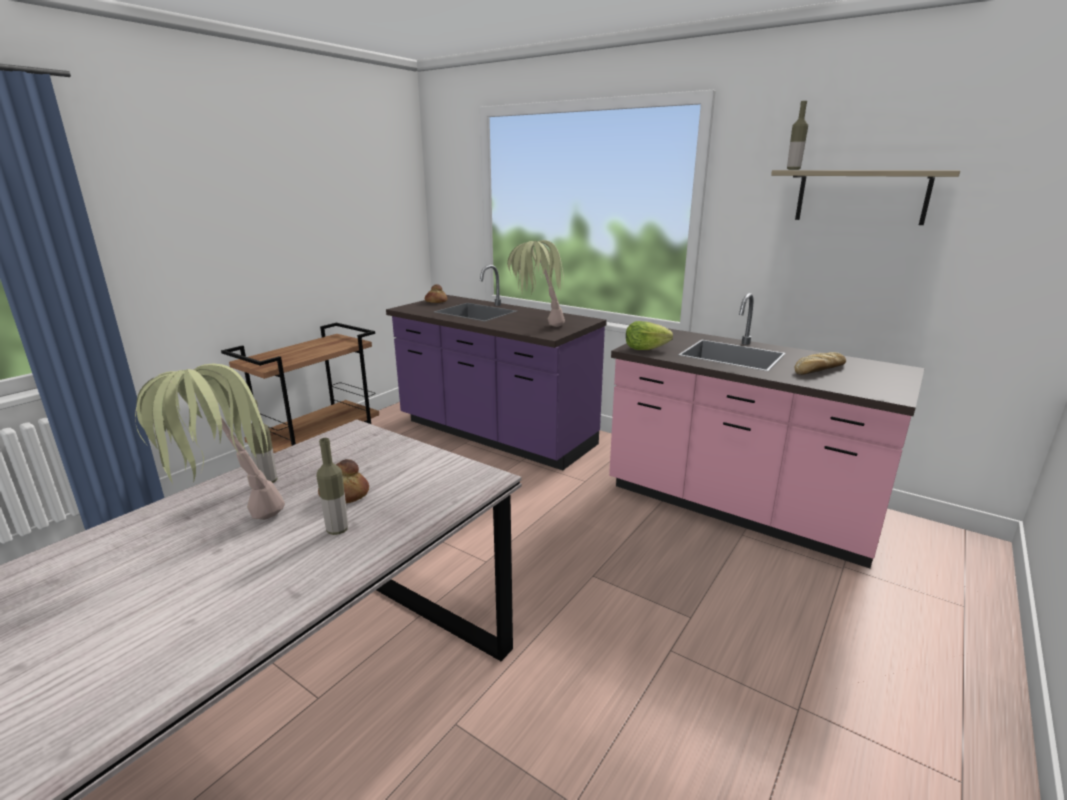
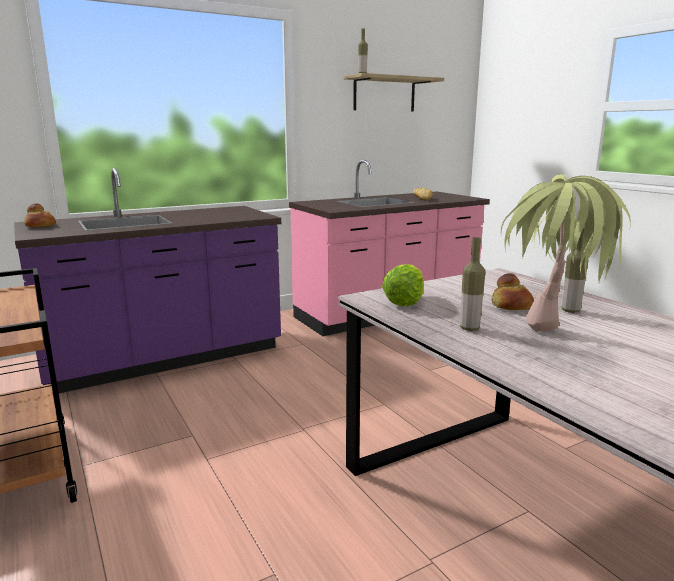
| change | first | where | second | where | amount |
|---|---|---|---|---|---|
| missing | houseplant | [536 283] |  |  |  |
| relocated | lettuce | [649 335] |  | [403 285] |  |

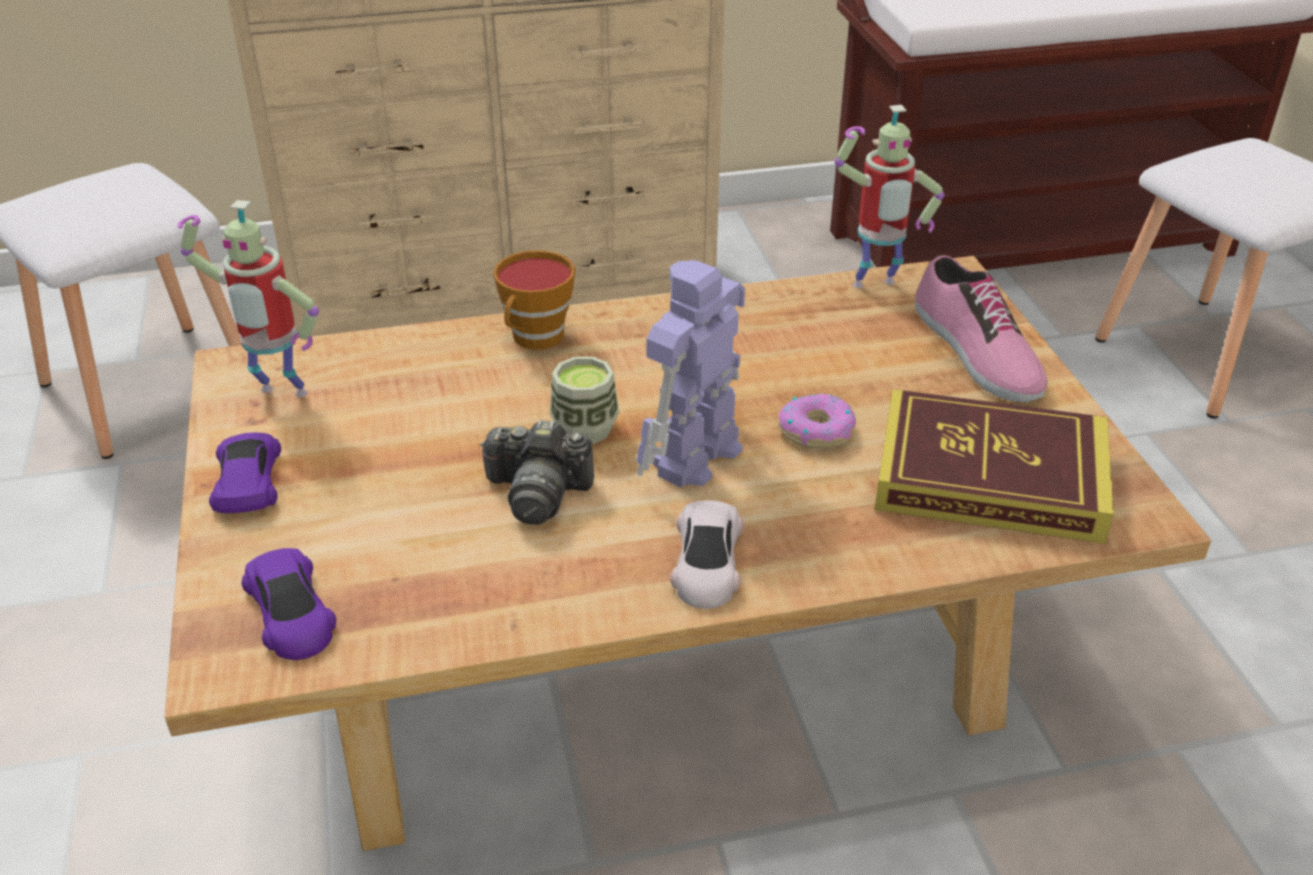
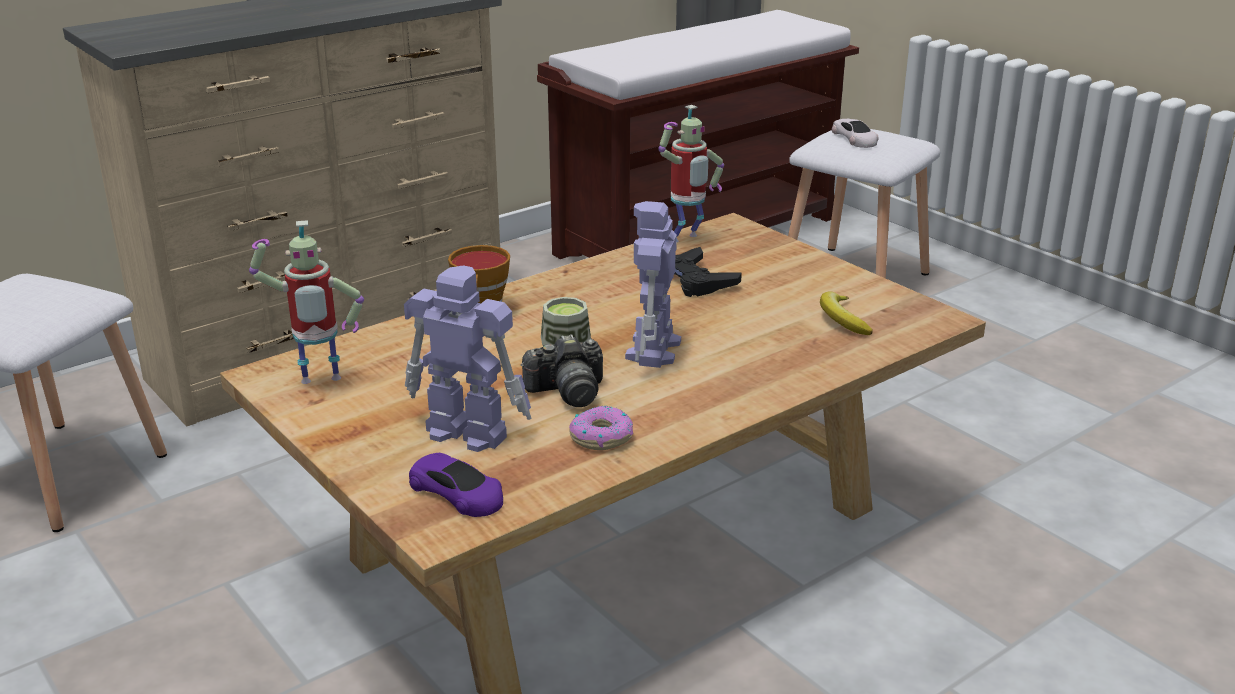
| change | first | where | second | where | amount |
|---|---|---|---|---|---|
| missing | purple toy car | [245 472] |  |  |  |
| missing | low shoe | [981 329] |  |  |  |
| appeared |  |  | robot figure | [467 358] |  |
| appeared |  |  | black joypad | [708 272] |  |
| relocated | white-coloured toy car | [707 554] |  | [855 133] |  |
| relocated | donut | [817 421] |  | [601 428] |  |
| exchanged | bound book | [994 466] | whole banana | [846 313] |  |

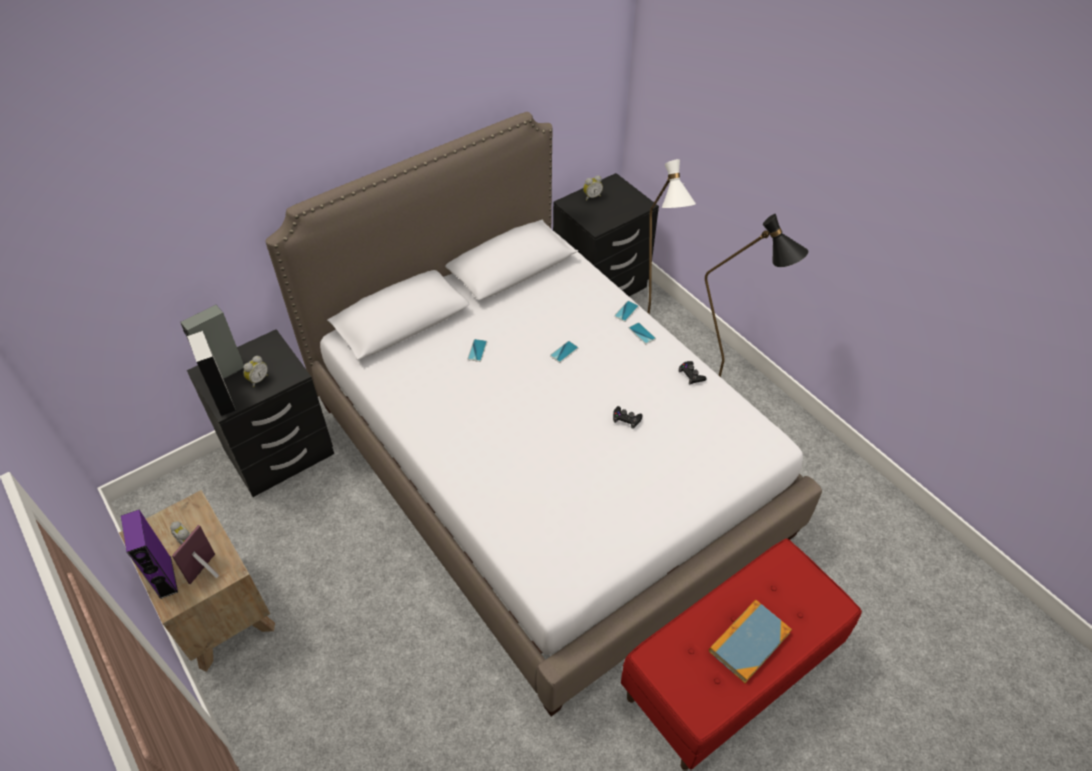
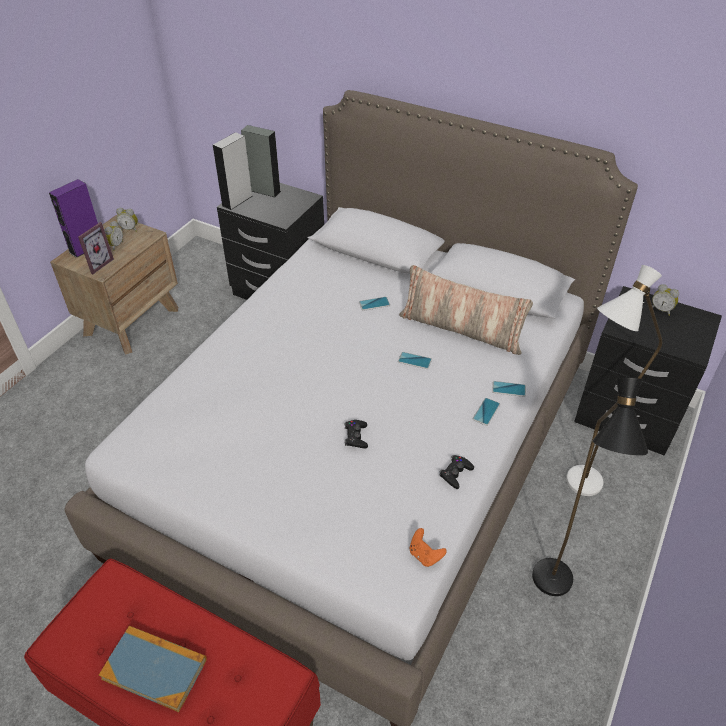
| change | first | where | second | where | amount |
|---|---|---|---|---|---|
| appeared |  |  | pillow | [466 310] |  |
| appeared |  |  | orangey joypad | [428 547] |  |
| relocated | alarm clock | [255 371] |  | [127 220] |  |
| spun | standing frame | [195 554] |  | [96 248] | 120 degrees clockwise |

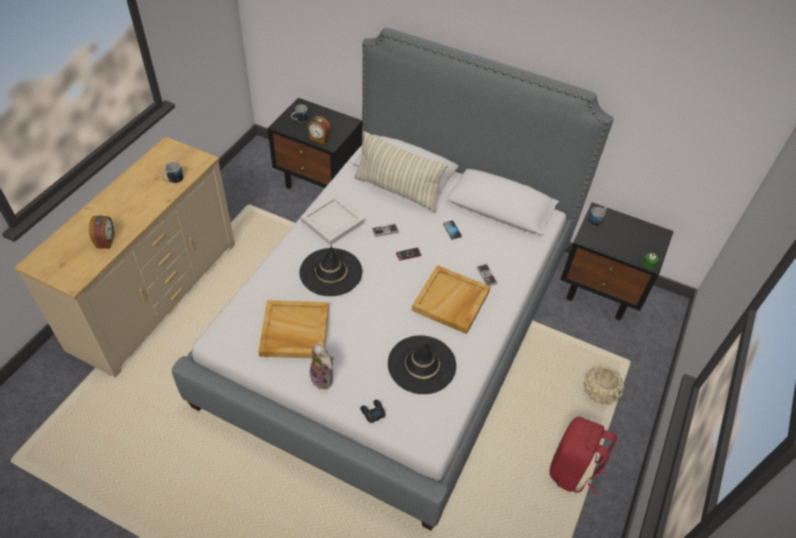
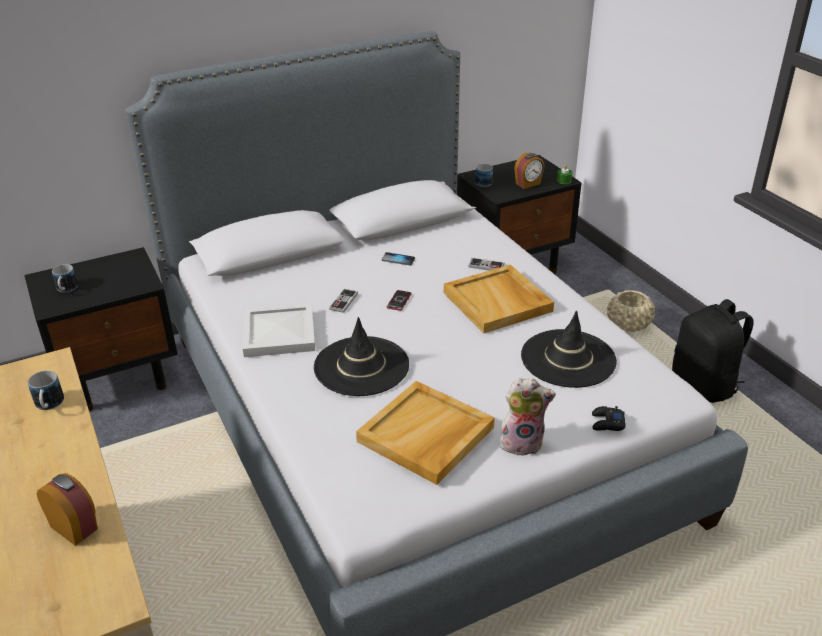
| change | first | where | second | where | amount |
|---|---|---|---|---|---|
| missing | pillow | [401 172] |  |  |  |
| relocated | alarm clock | [319 130] |  | [529 171] |  |
| colour | red rucksack | [583 456] | black rucksack | [712 351] |  |

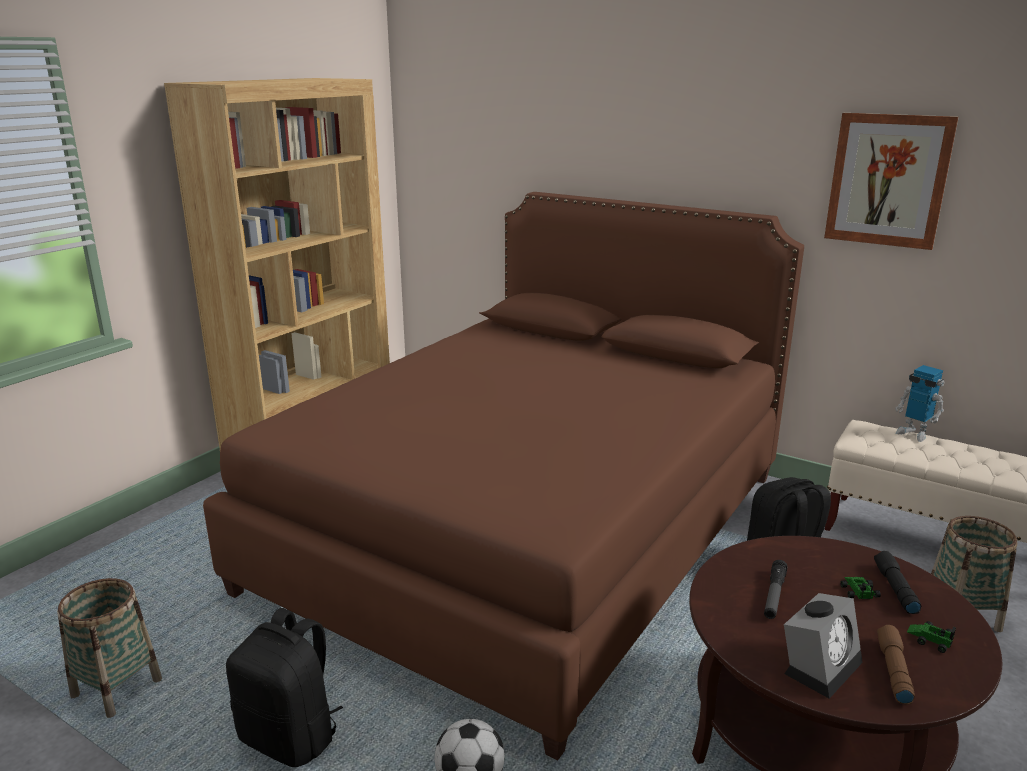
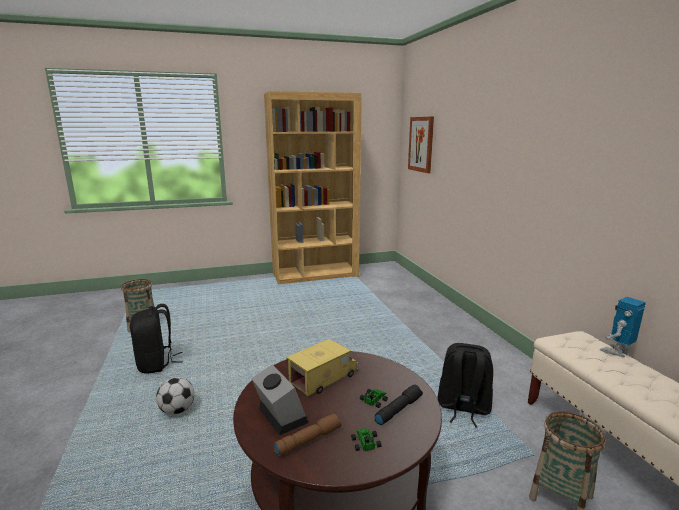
| change | first | where | second | where | amount |
|---|---|---|---|---|---|
| missing | brown sleeping bed | [503 476] |  |  |  |
| relocated | picture | [891 181] |  | [421 144] |  |
| exchanged | torch | [776 589] | toy truck | [322 367] |  |
| spun | alarm clock | [823 646] |  | [279 400] | 120 degrees counterclockwise |
| spun | robot figure | [920 403] |  | [623 327] | 60 degrees clockwise |

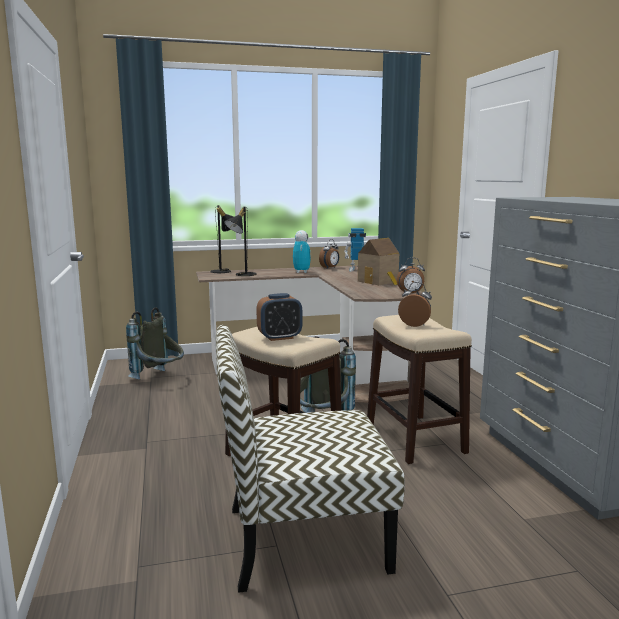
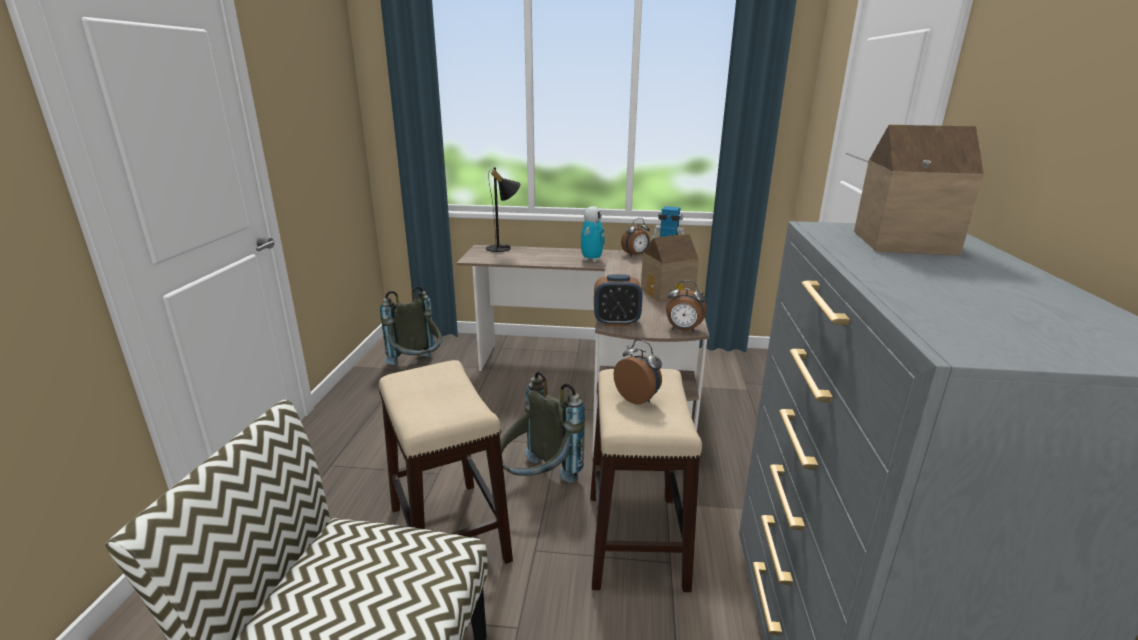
| change | first | where | second | where | amount |
|---|---|---|---|---|---|
| missing | black lamp for a table | [240 241] |  |  |  |
| appeared |  |  | miniature house | [919 190] |  |
| relocated | alarm clock | [279 317] |  | [618 300] |  |

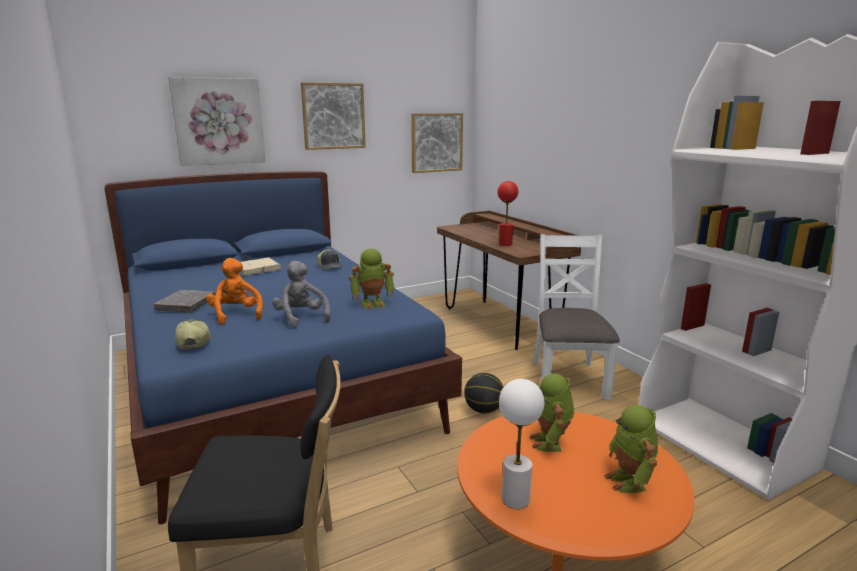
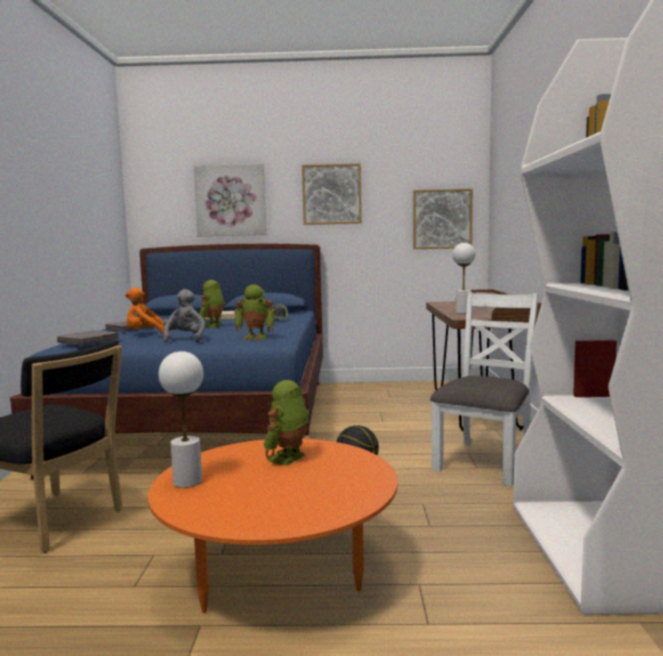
| change | first | where | second | where | amount |
|---|---|---|---|---|---|
| relocated | robot figure | [631 449] |  | [212 304] |  |
| exchanged | cap | [193 334] | grey bound book | [88 337] |  |
| colour | red lamp for a table | [508 213] | white-coloured lamp for a table | [464 278] |  |
| spun | orangey cuddly toy | [234 291] |  | [147 310] | 105 degrees counterclockwise |

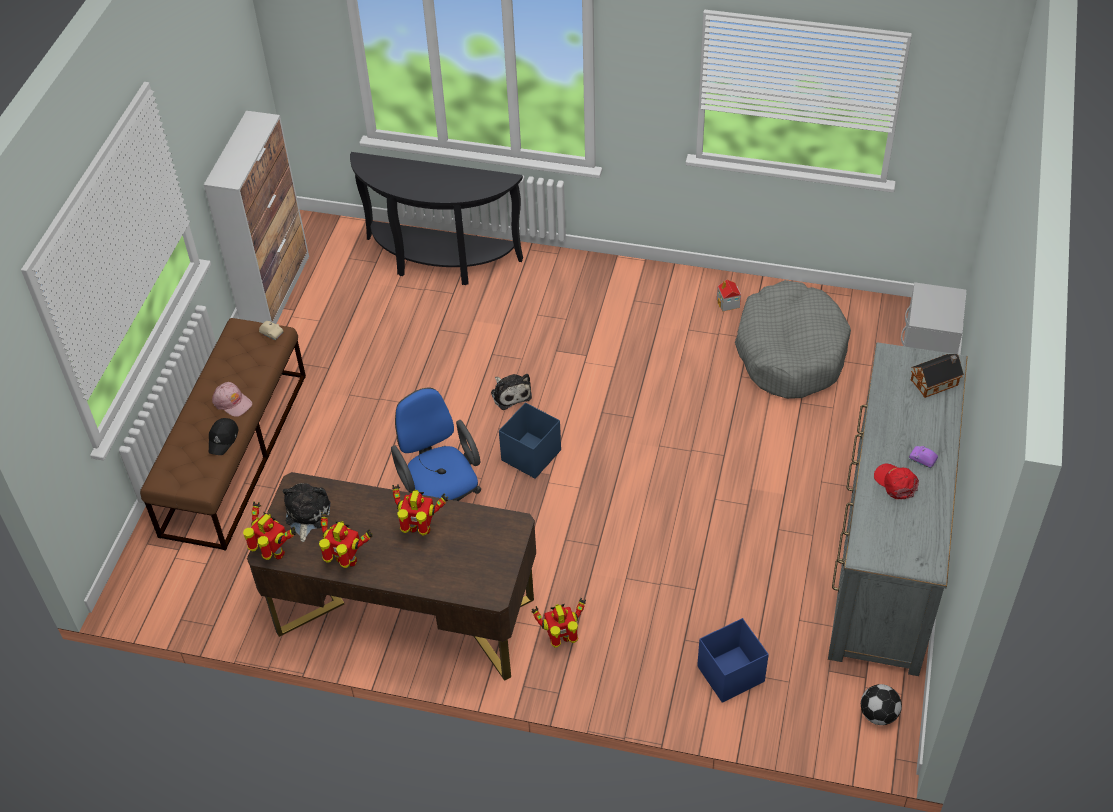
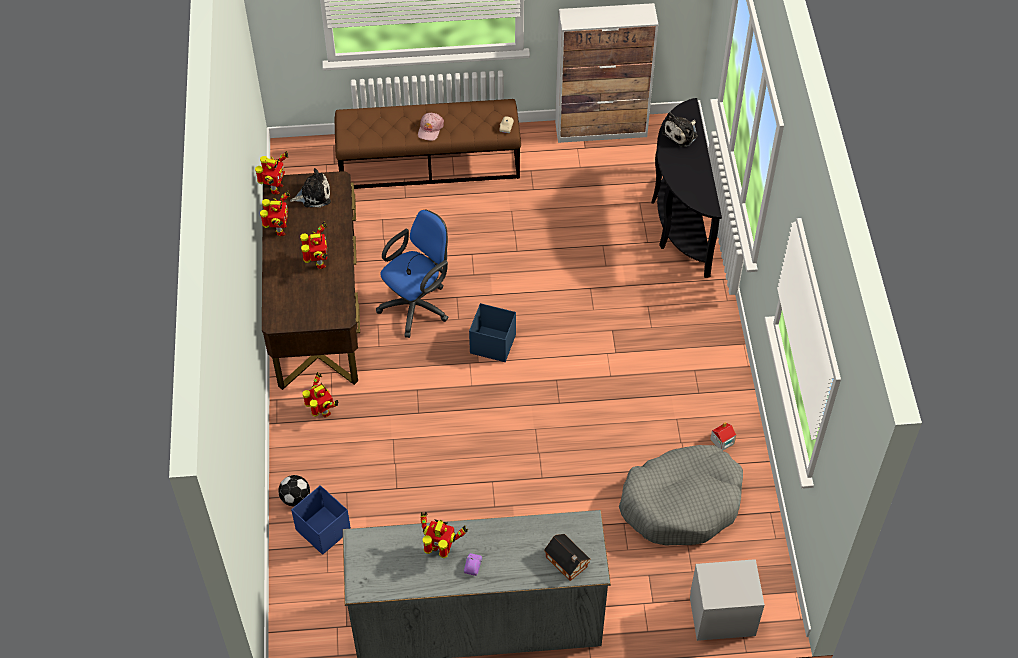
| change | first | where | second | where | amount |
|---|---|---|---|---|---|
| missing | black cap | [224 436] |  |  |  |
| relocated | cuddly toy | [511 392] |  | [680 129] |  |
| relocated | football ball | [881 704] |  | [294 491] |  |
| exchanged | red cap | [896 482] | robot figure | [444 535] |  |

